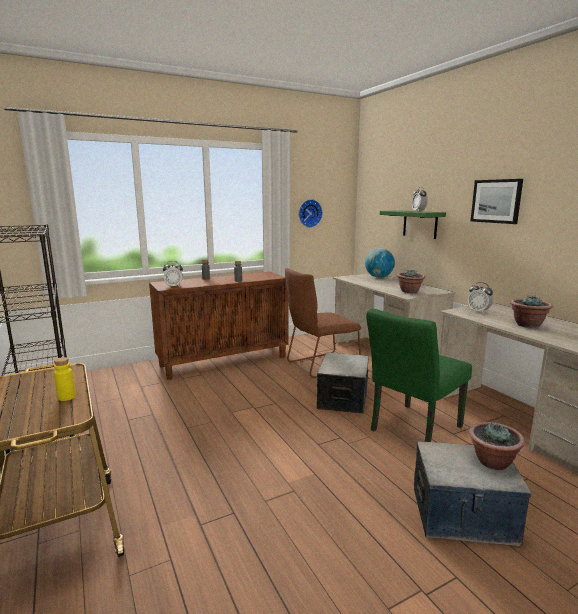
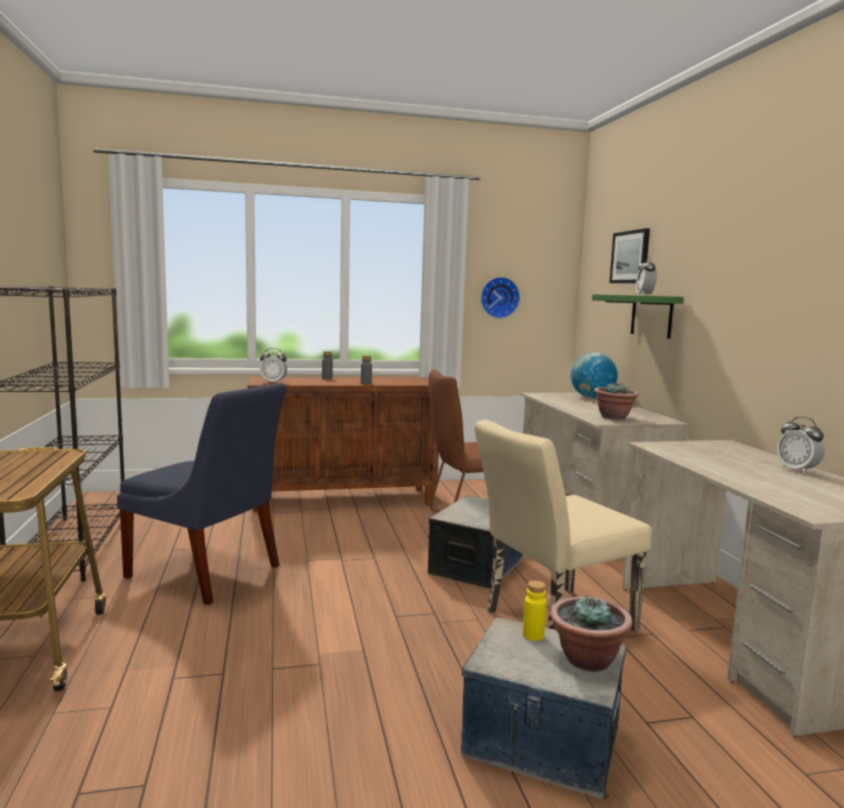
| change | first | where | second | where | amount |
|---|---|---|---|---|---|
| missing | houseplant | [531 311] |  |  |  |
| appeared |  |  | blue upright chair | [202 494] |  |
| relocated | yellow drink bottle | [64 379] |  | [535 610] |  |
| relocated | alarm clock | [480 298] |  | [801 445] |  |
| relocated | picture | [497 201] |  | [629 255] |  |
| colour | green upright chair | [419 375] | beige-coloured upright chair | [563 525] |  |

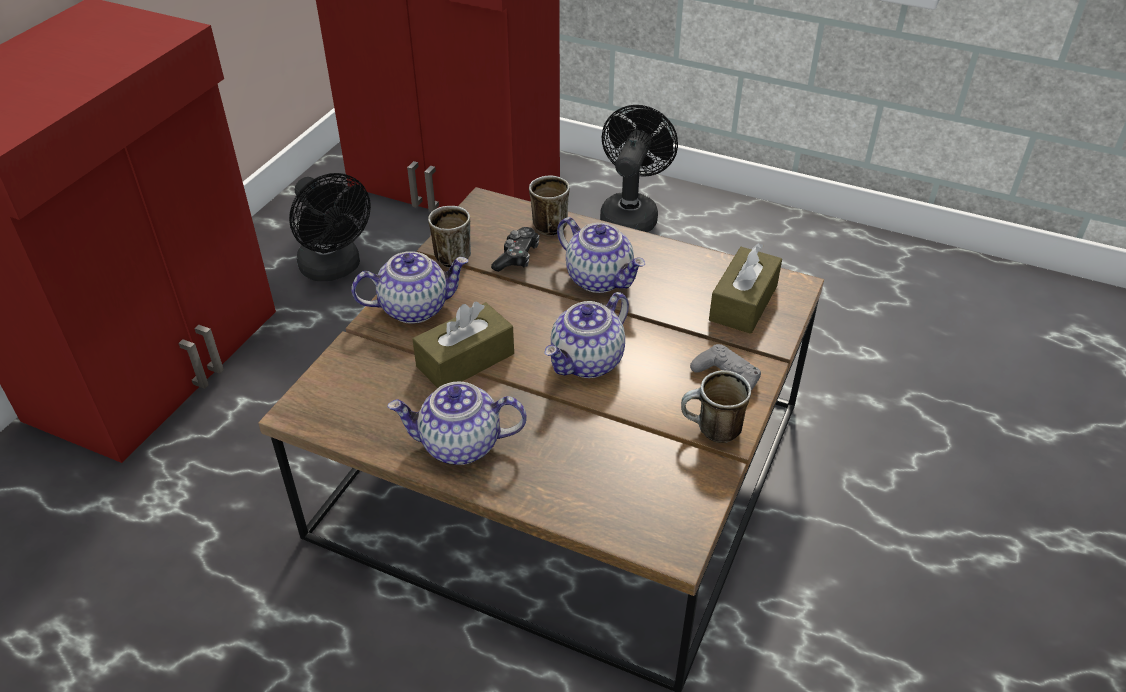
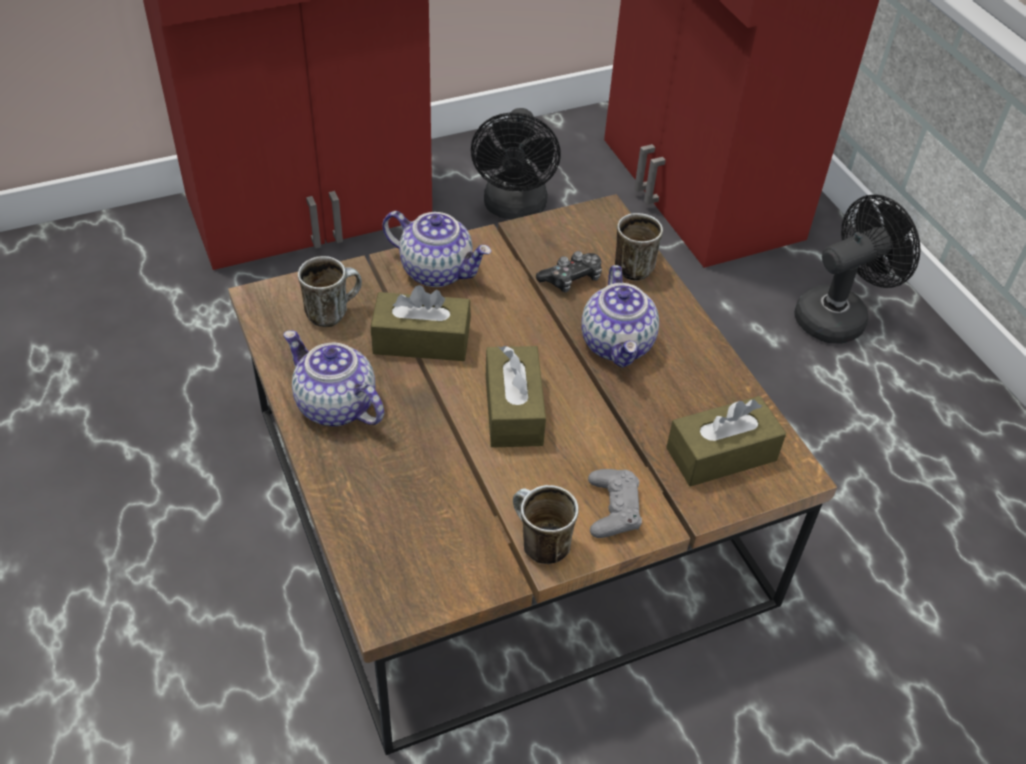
| change | first | where | second | where | amount |
|---|---|---|---|---|---|
| relocated | coffee mug | [449 237] |  | [330 291] |  |
| exchanged | teapot | [586 335] | brown tissue holder | [516 397] |  |

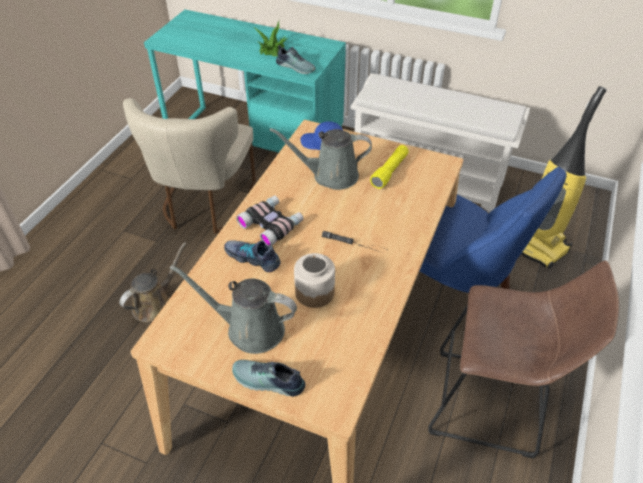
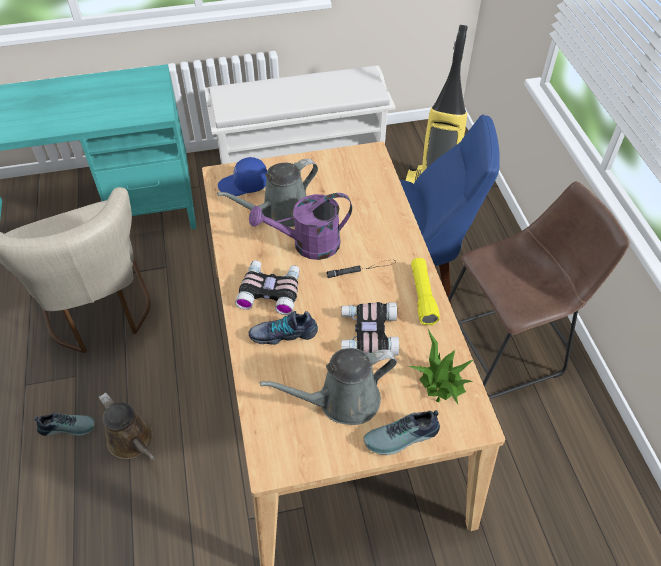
| change | first | where | second | where | amount |
|---|---|---|---|---|---|
| appeared |  |  | purple sprinkling can | [300 226] |  |
| relocated | houseplant | [270 38] |  | [440 366] |  |
| relocated | low shoe | [296 59] |  | [64 424] |  |
| relocated | yellow torch | [389 167] |  | [425 291] |  |
| exchanged | preserve jar | [314 280] | field glasses | [370 329] |  |
| spun | brown sprinkling can | [153 282] |  | [127 426] | 135 degrees clockwise |

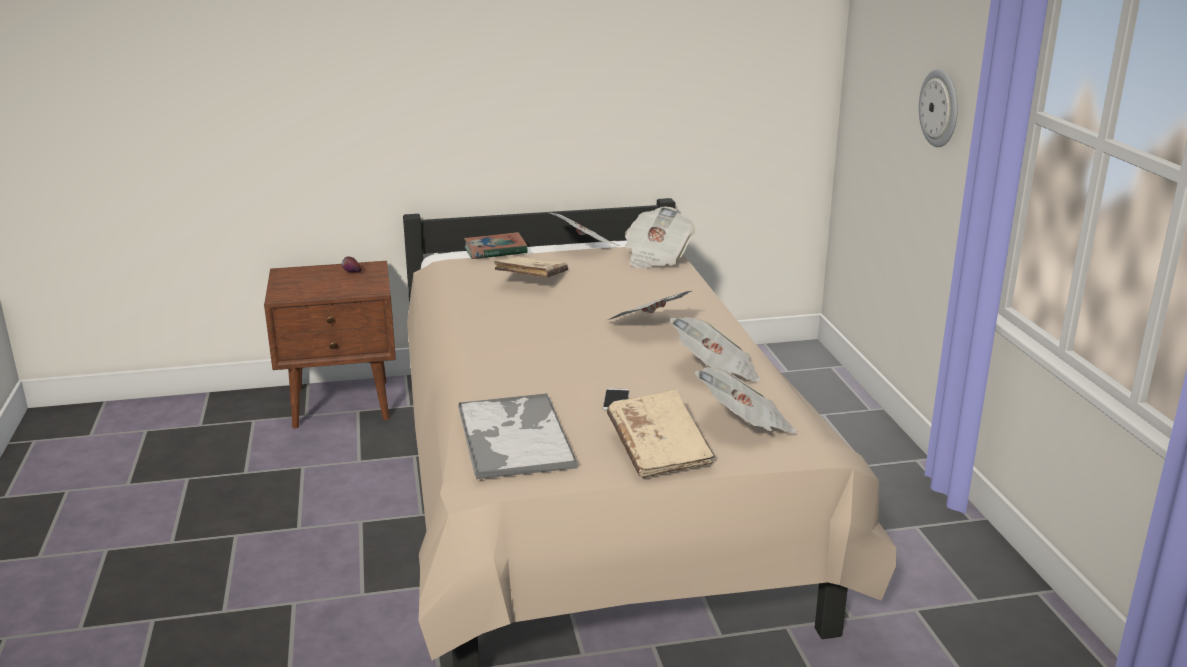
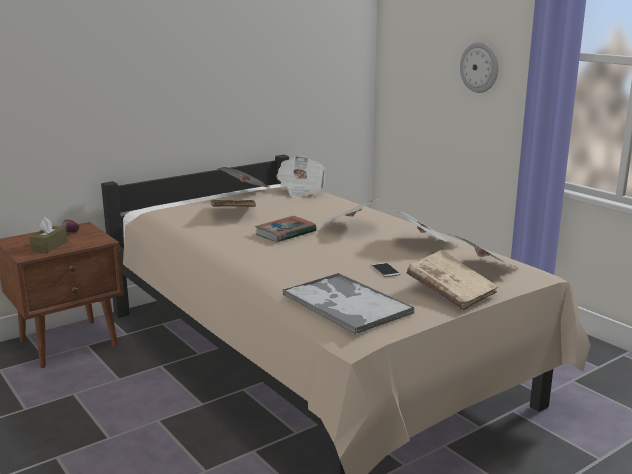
| change | first | where | second | where | amount |
|---|---|---|---|---|---|
| appeared |  |  | brown tissue holder | [48 235] |  |
| relocated | bound book | [496 245] |  | [286 229] |  |

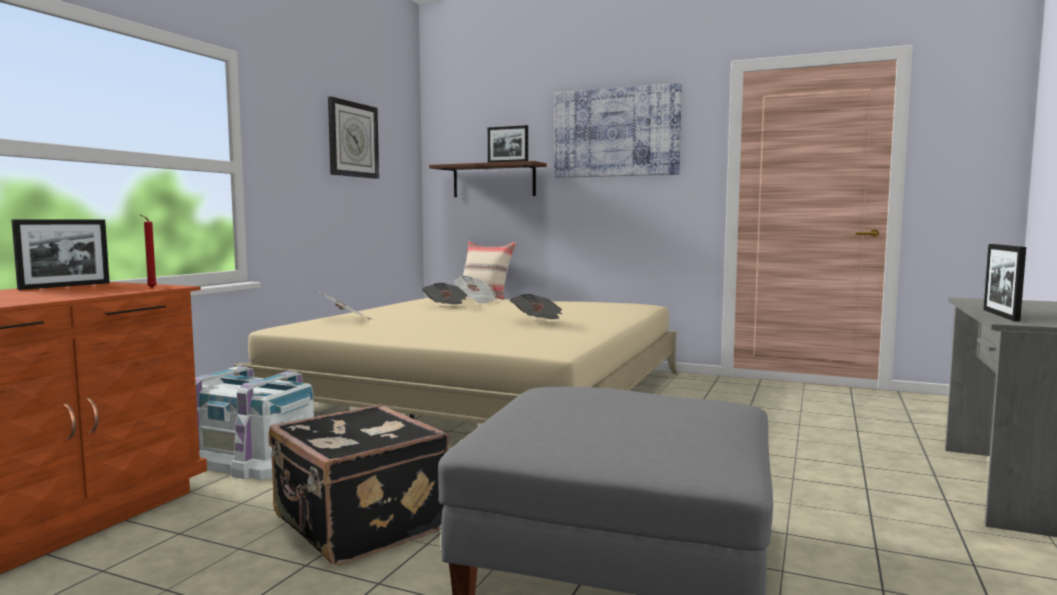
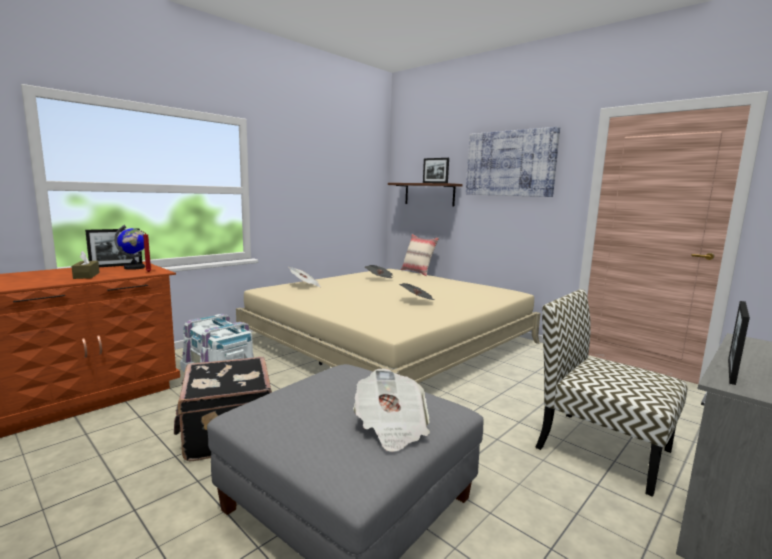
| change | first | where | second | where | amount |
|---|---|---|---|---|---|
| missing | hanging clock | [353 137] |  |  |  |
| appeared |  |  | brown tissue holder | [85 265] |  |
| appeared |  |  | globe | [129 247] |  |
| appeared |  |  | upright chair | [611 393] |  |
| relocated | newspaper | [475 289] |  | [391 410] |  |

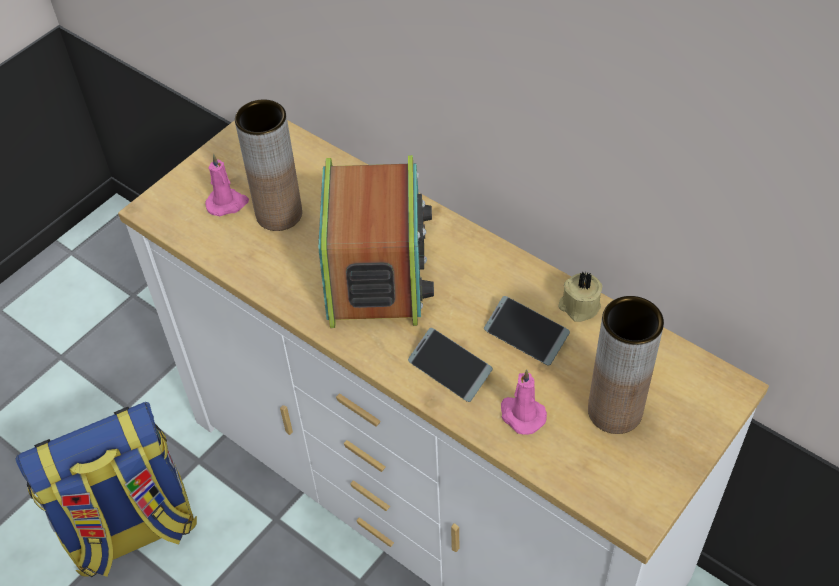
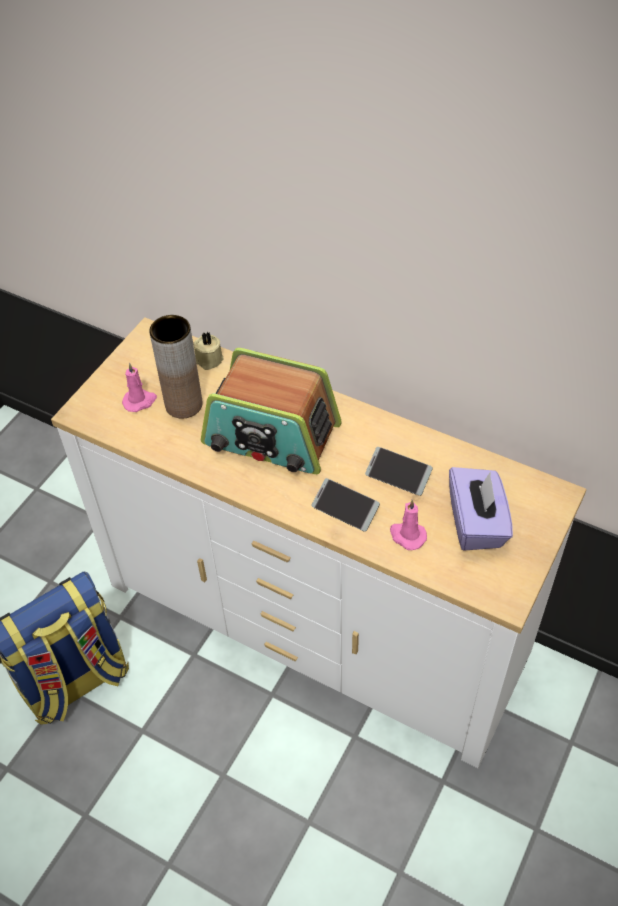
| change | first | where | second | where | amount |
|---|---|---|---|---|---|
| relocated | beige-coloured candle | [580 296] |  | [208 351] |  |
| exchanged | brown decorative vase | [626 365] | purple tissue holder | [481 509] |  |
| spun | radio set | [376 241] |  | [271 411] | 120 degrees clockwise |

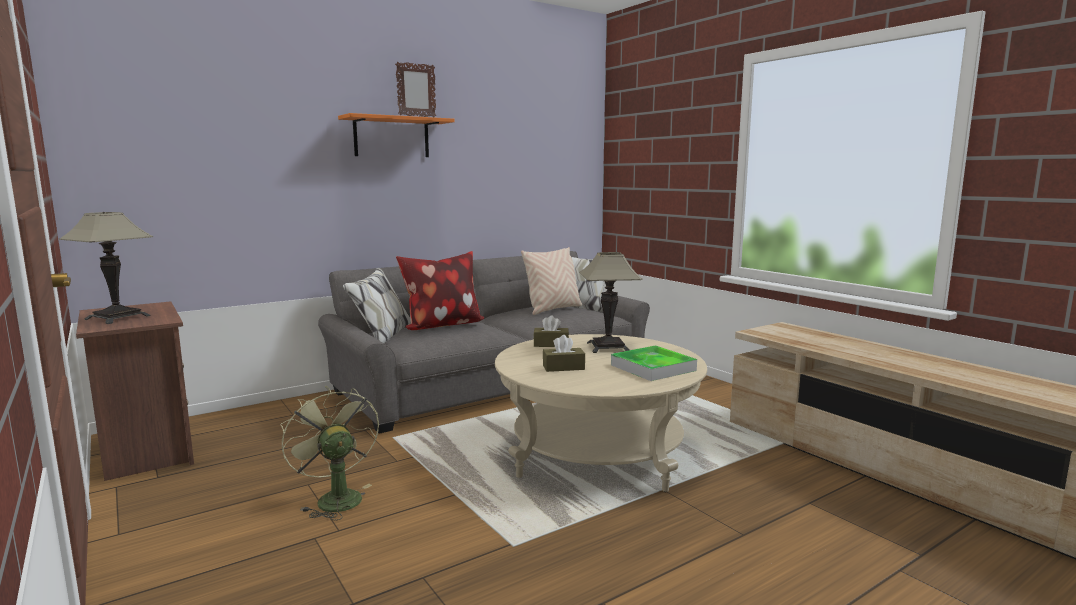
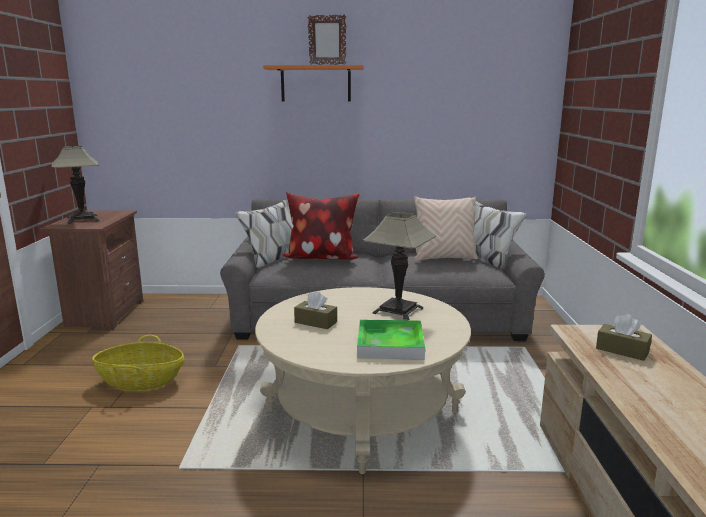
| change | first | where | second | where | amount |
|---|---|---|---|---|---|
| relocated | brown tissue holder | [551 331] |  | [624 337] |  |
| exchanged | green cooling fan | [329 453] | basket | [138 363] |  |

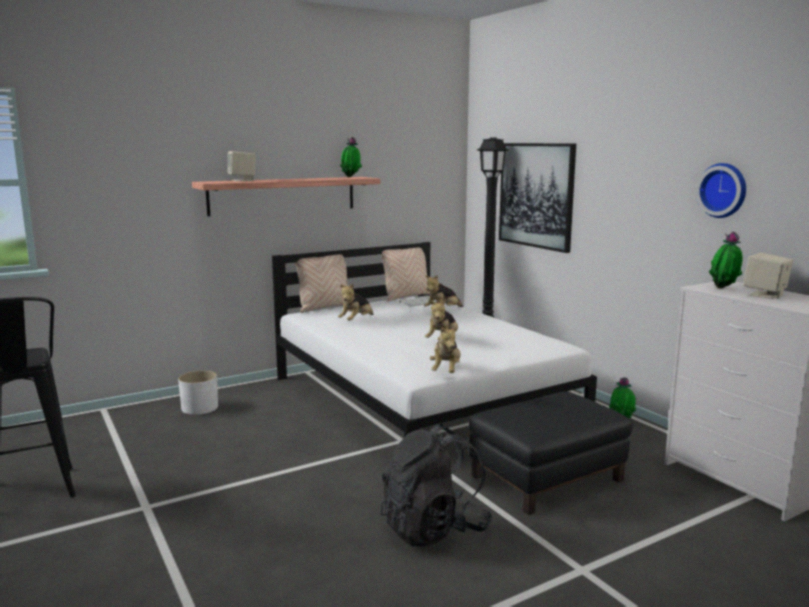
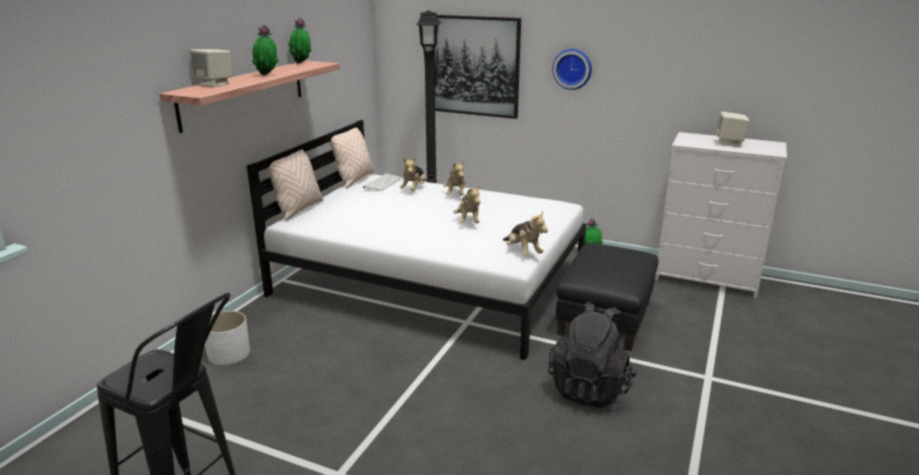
| change | first | where | second | where | amount |
|---|---|---|---|---|---|
| relocated | cuddly toy | [355 302] |  | [454 178] |  |
| relocated | hanging clock | [721 190] |  | [572 69] |  |
| relocated | houseplant | [726 260] |  | [265 50] |  |

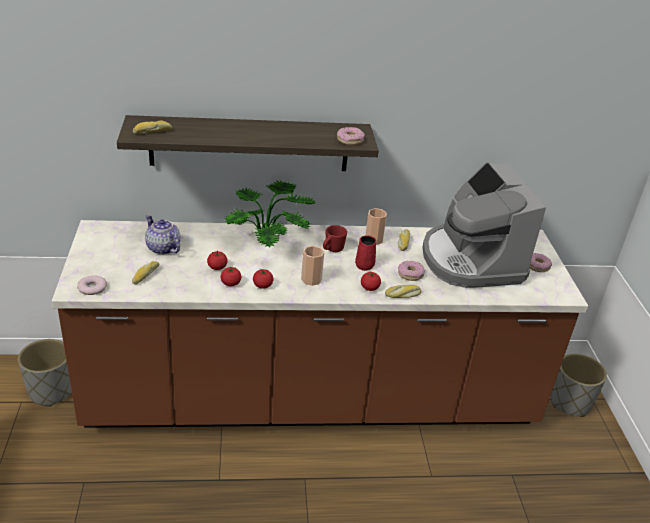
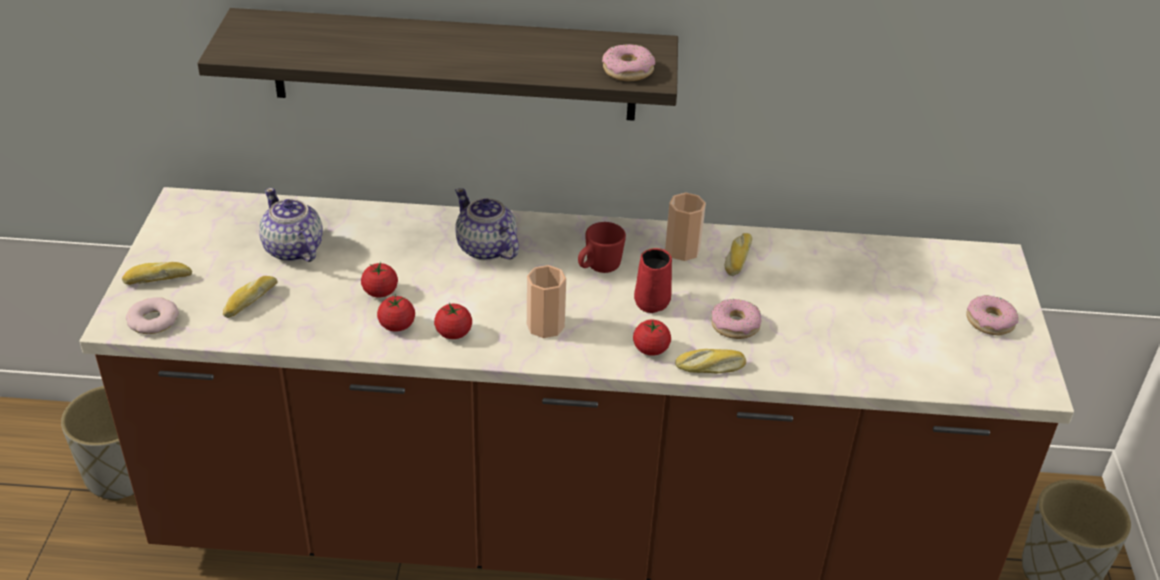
| change | first | where | second | where | amount |
|---|---|---|---|---|---|
| missing | coffee brewer | [484 225] |  |  |  |
| relocated | baked bread | [152 127] |  | [157 273] |  |
| exchanged | houseplant | [270 214] | teapot | [487 224] |  |

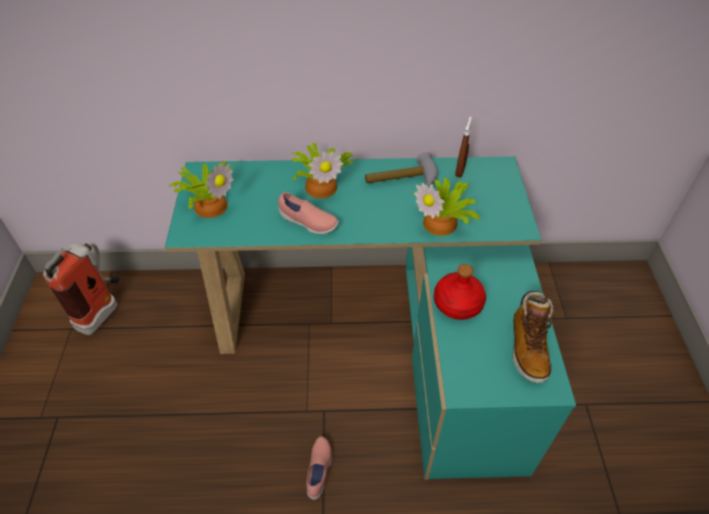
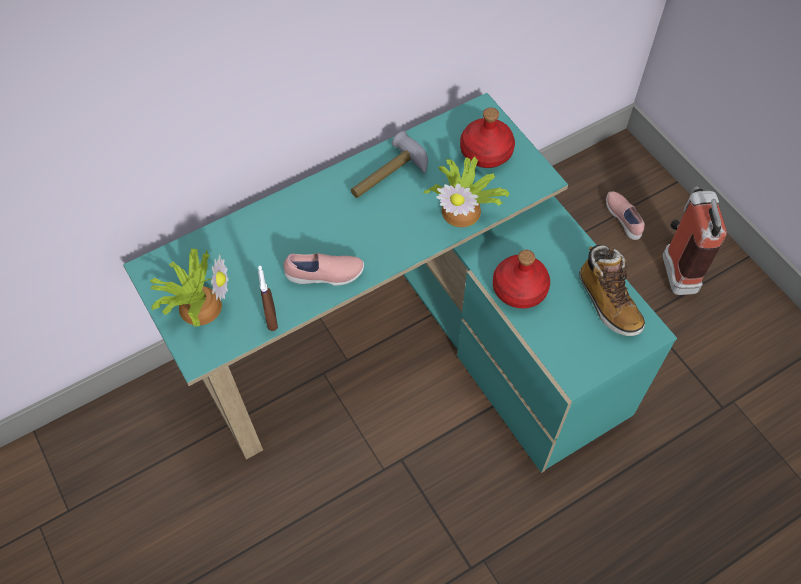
| change | first | where | second | where | amount |
|---|---|---|---|---|---|
| missing | houseplant | [322 170] |  |  |  |
| appeared |  |  | red drink bottle | [487 138] |  |
| relocated | fire extinguisher | [81 289] |  | [695 241] |  |
| relocated | pink low shoe | [319 468] |  | [625 215] |  |
| relocated | brown spray bottle | [463 147] |  | [268 298] |  |

